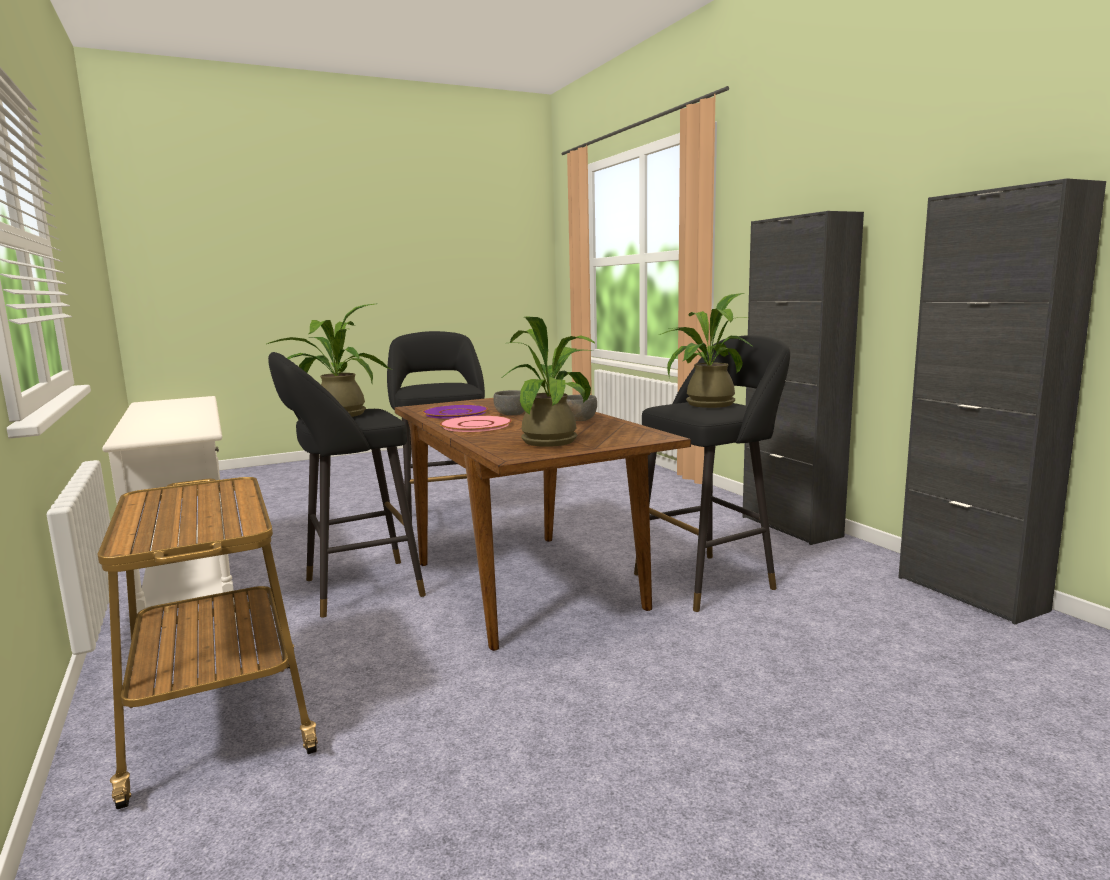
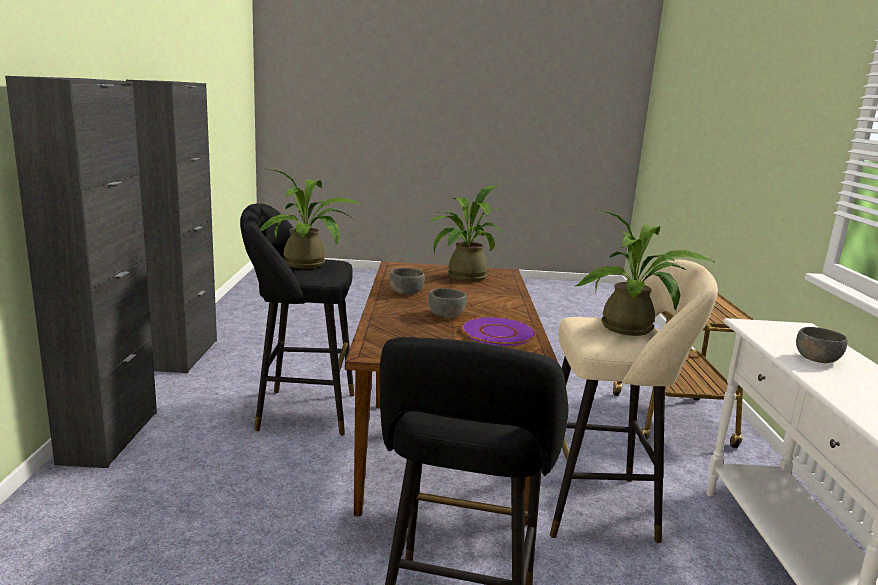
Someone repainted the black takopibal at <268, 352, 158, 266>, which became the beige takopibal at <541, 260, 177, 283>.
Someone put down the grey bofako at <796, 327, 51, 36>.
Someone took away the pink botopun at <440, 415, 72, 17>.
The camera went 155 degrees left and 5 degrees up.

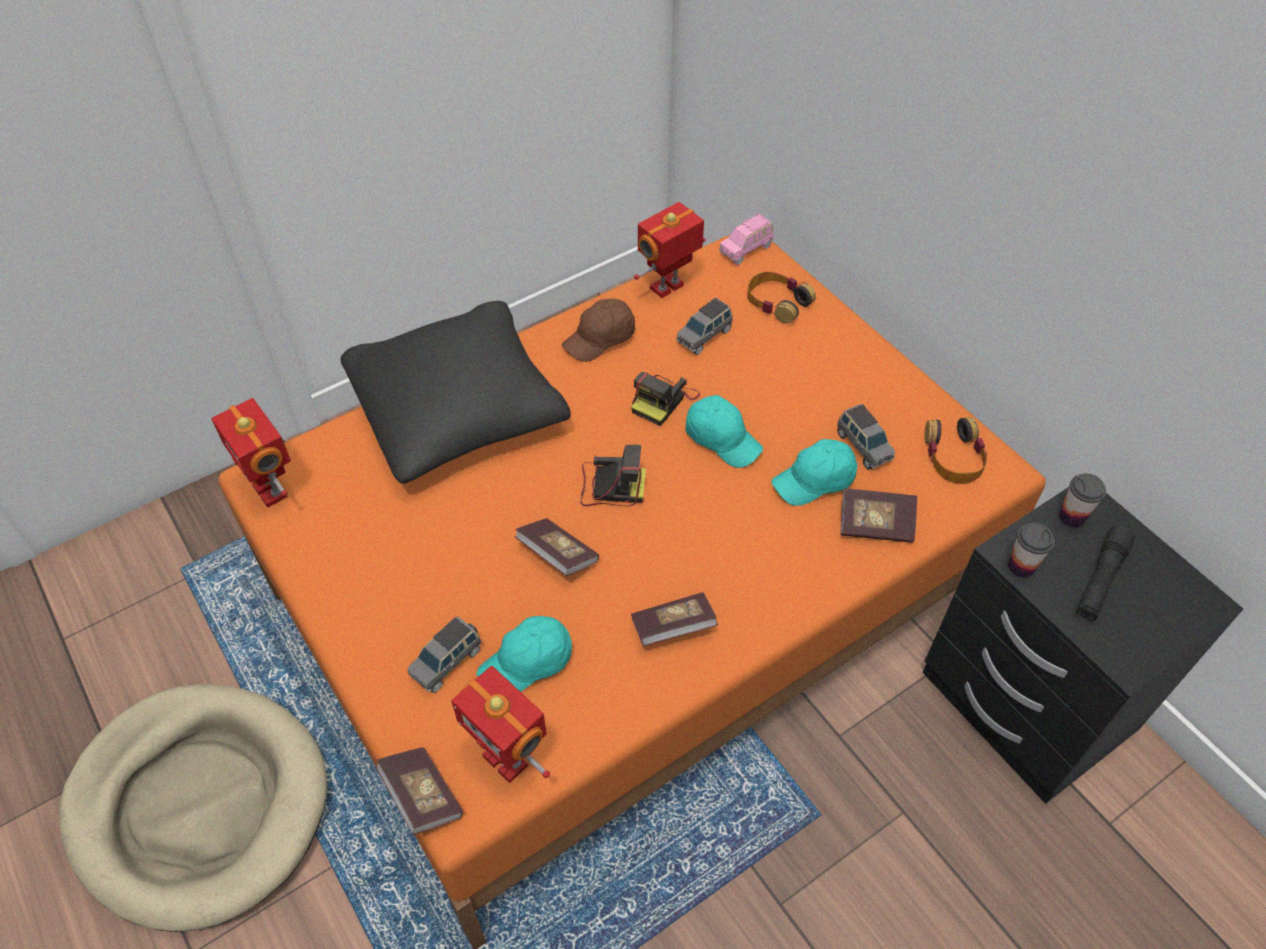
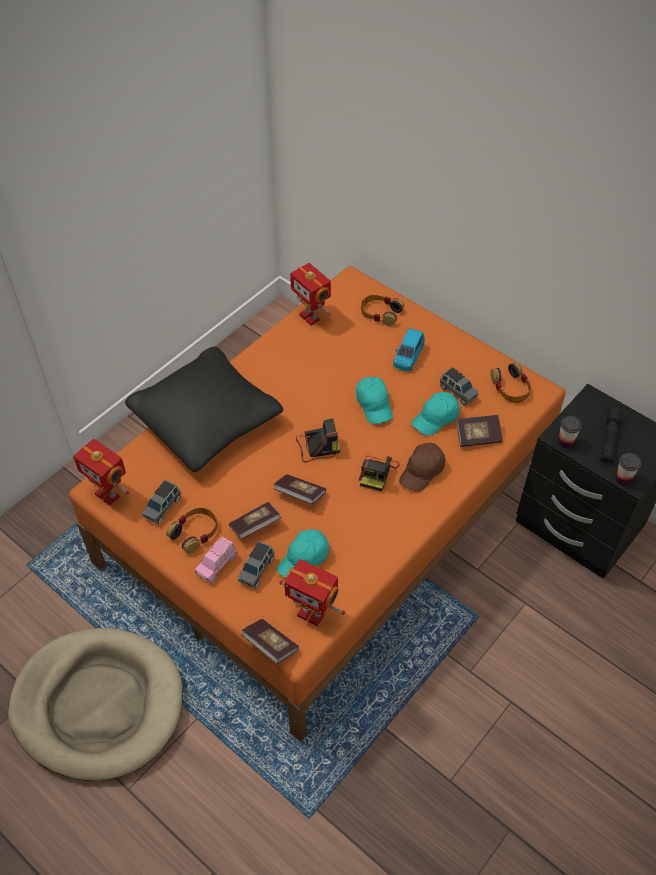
Someone carried the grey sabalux from <676, 298, 57, 57> to <142, 480, 39, 44>.
Someone put down the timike at <166, 507, 51, 47>.
Someone carried the pink sabalux from <719, 213, 55, 52> to <195, 537, 42, 46>.
Someone carried the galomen from <631, 592, 87, 54> to <229, 502, 52, 37>.
Someone rotated the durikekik at <634, 202, 71, 96> by 75 degrees counterclockwise.
Someone rotated the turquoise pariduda at <685, 395, 78, 73> by 45 degrees clockwise.
Someone carried the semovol from <631, 372, 69, 54> to <359, 456, 40, 36>.
Someone put down the blue sabalux at <393, 328, 32, 43>.
Someone carried the brown pariduda from <562, 299, 73, 63> to <399, 443, 46, 49>.
Someone carried the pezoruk from <1059, 473, 47, 55> to <615, 453, 26, 33>.
The camera went 15 degrees left and 0 degrees up.

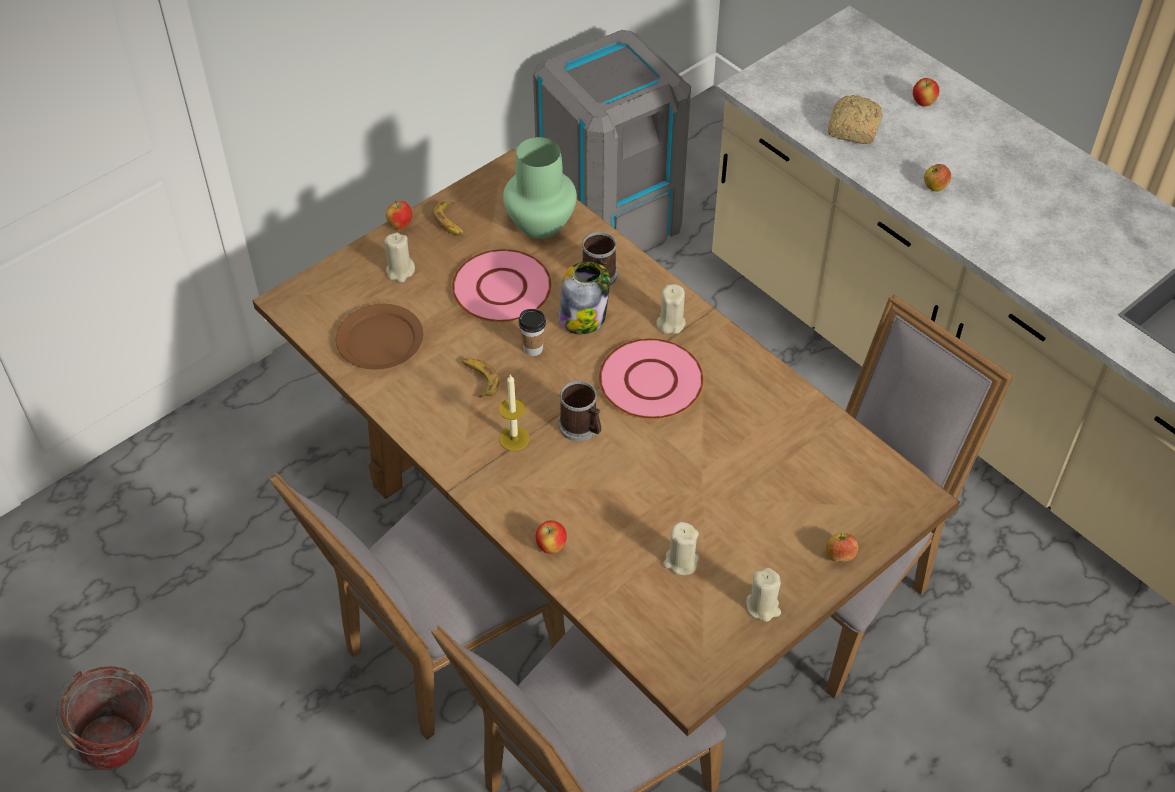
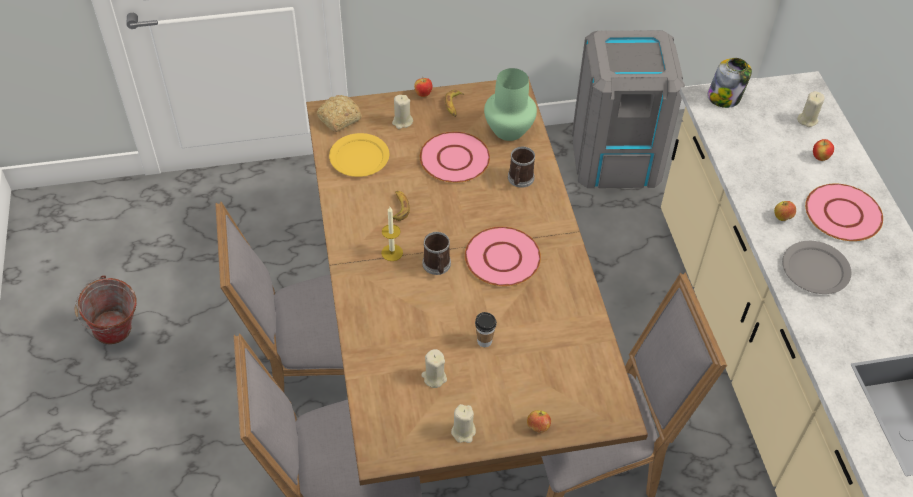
Someone carried the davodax from <828, 95, 55, 49> to <317, 95, 45, 37>.
Someone repainted the brown botopun at <336, 304, 87, 66>, which became the yellow botopun at <329, 133, 60, 44>.
Someone carried the pezoruk from <518, 309, 28, 47> to <475, 312, 22, 35>.
Someone carried the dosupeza from <558, 262, 52, 72> to <707, 58, 45, 50>.
Someone put down the grey botopun at <782, 241, 69, 53>.
Someone carried the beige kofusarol from <657, 284, 29, 50> to <797, 91, 28, 36>.
Someone put down the pink botopun at <805, 184, 78, 57>.
Someone took away the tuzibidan at <536, 520, 31, 34>.
The camera went 30 degrees right and 0 degrees up.

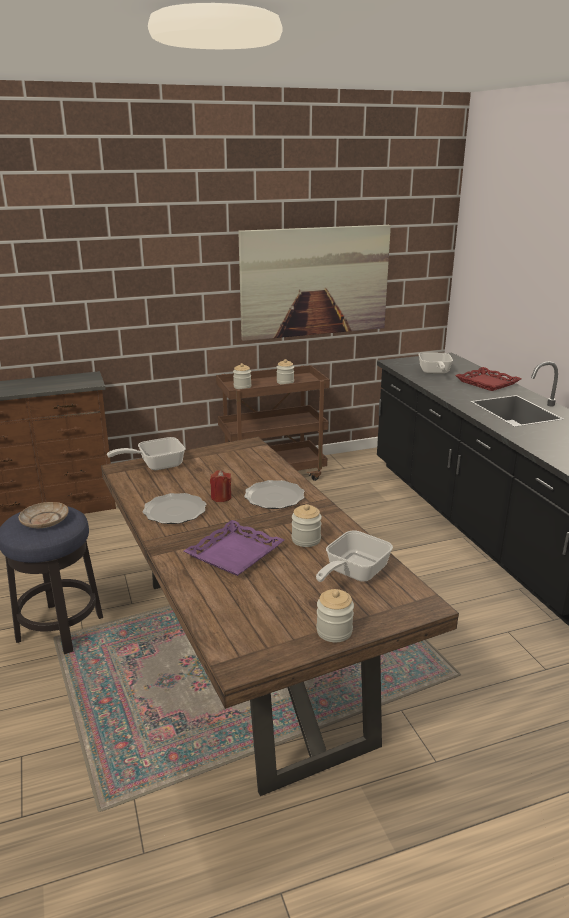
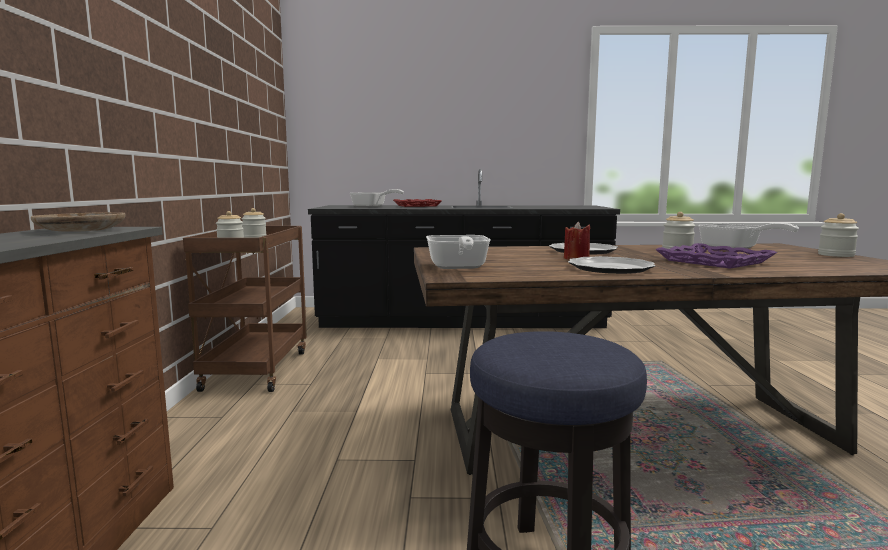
Someone carried the beige botopun from <19, 502, 50, 26> to <31, 212, 94, 20>.
Someone took away the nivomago at <238, 225, 153, 116>.
The camera went 70 degrees left and 15 degrees down.

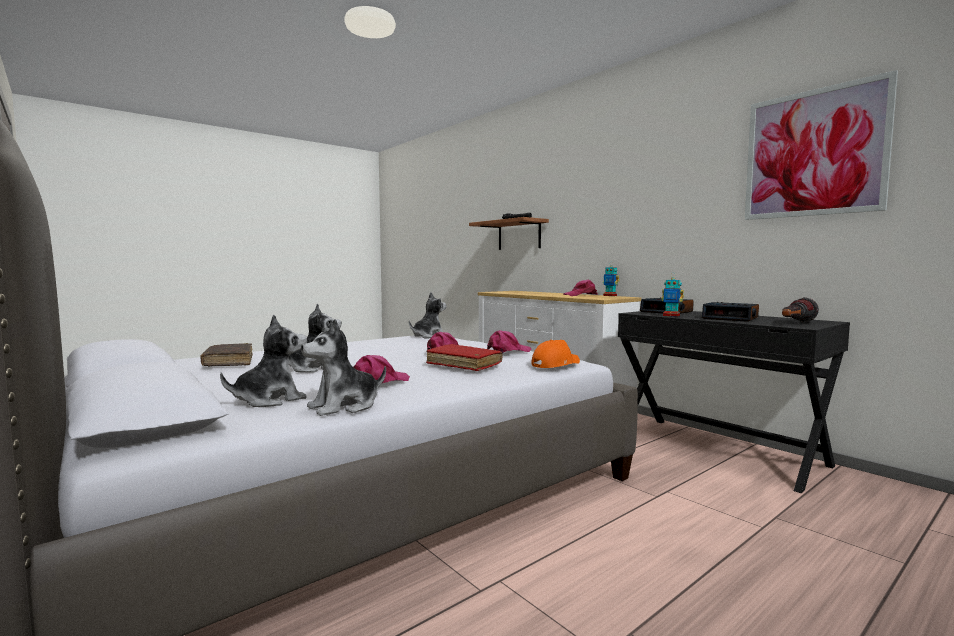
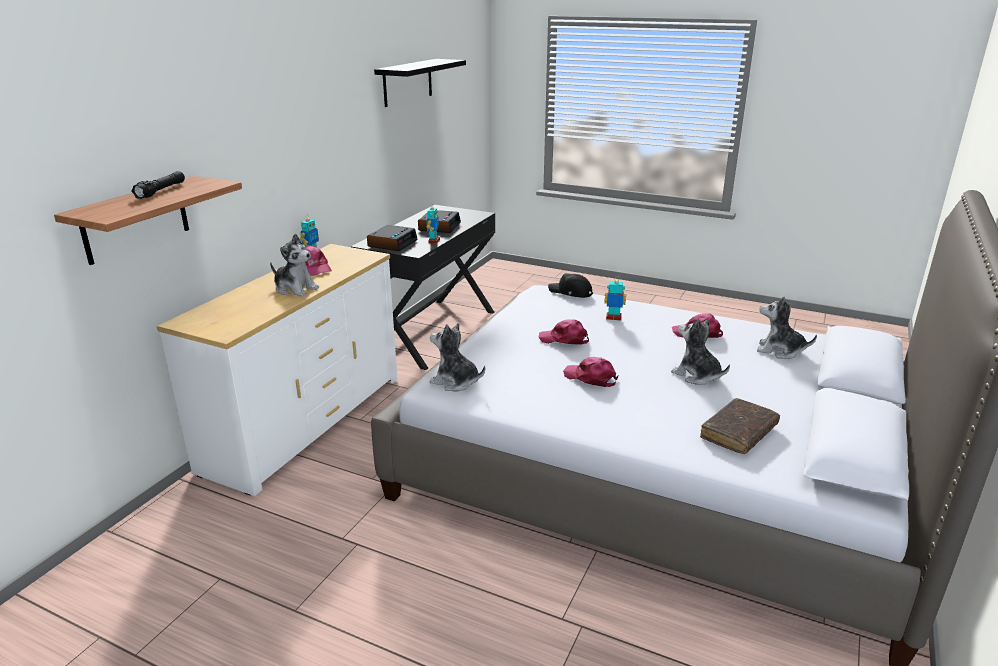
Someone carried the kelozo from <301, 319, 85, 97> to <270, 234, 49, 63>.
Someone swapped the nivomago at <745, 70, 153, 150> for the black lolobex at <374, 59, 92, 48>.
Someone repainted the orange pariduda at <531, 340, 49, 28>, which became the black pariduda at <548, 273, 45, 25>.
Someone carried the pink pariduda from <487, 330, 45, 23> to <563, 357, 55, 30>.
Someone swapped the red galomen at <426, 344, 76, 27> for the durikekik at <604, 276, 22, 45>.
Someone took away the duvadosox at <782, 297, 37, 25>.
The camera went 115 degrees left and 20 degrees up.

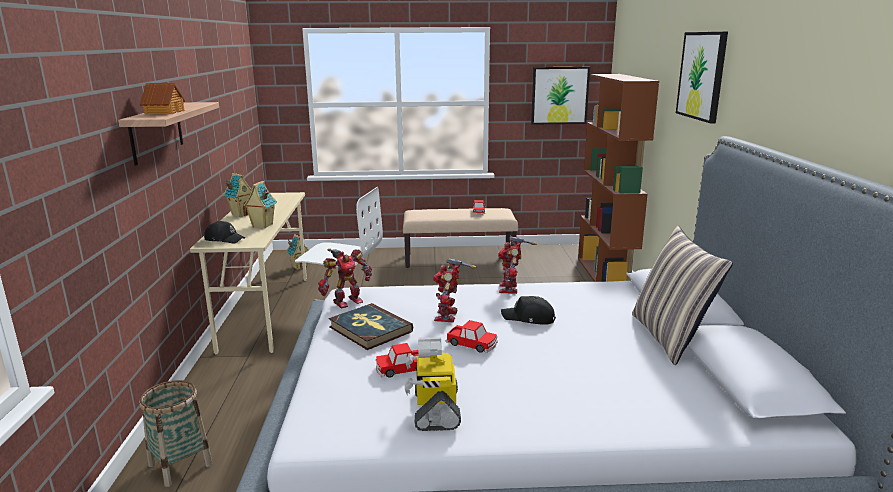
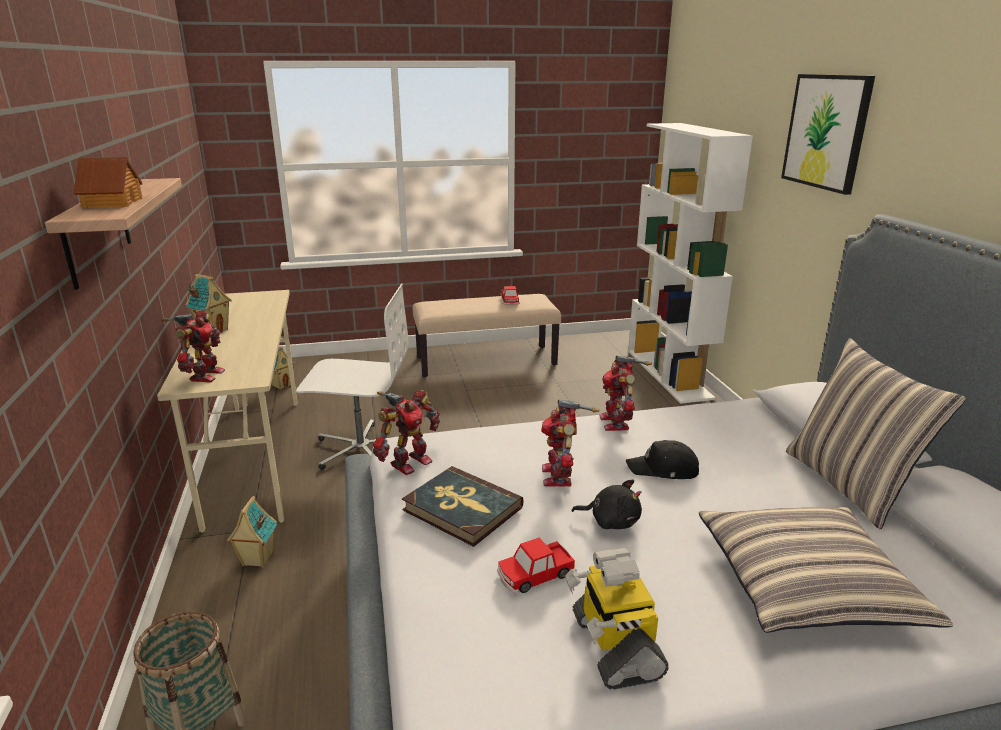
Someone swapped the black pariduda at <204, 221, 41, 23> for the durikekik at <161, 310, 64, 73>.
Someone carried the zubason from <243, 181, 34, 48> to <227, 496, 50, 72>.
Someone swapped the sabalux at <446, 320, 51, 33> for the black kelozo at <572, 479, 70, 50>.
Someone repainted the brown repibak at <578, 74, 81, 208>, which became the white repibak at <628, 123, 125, 281>.
Someone put down the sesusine at <699, 507, 254, 126>.
Someone took away the nivomago at <531, 67, 59, 58>.
The camera went 10 degrees left and 5 degrees up.

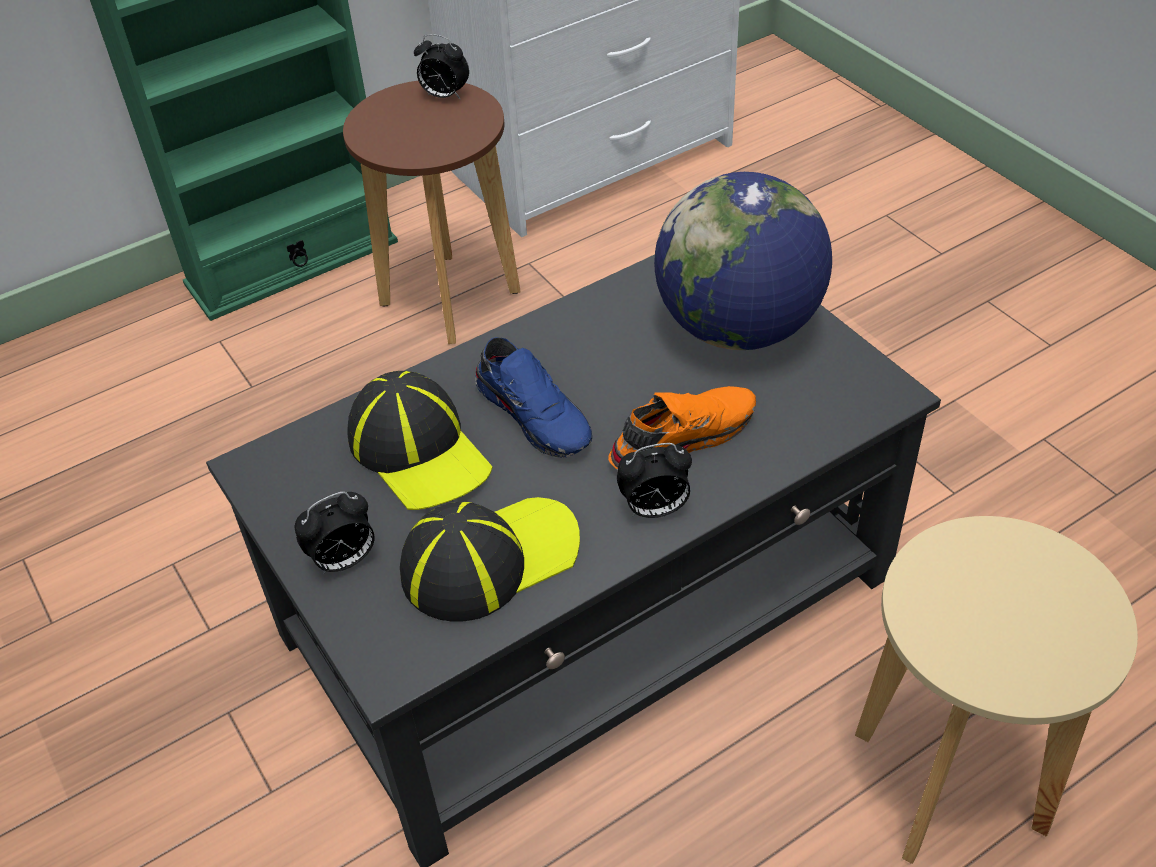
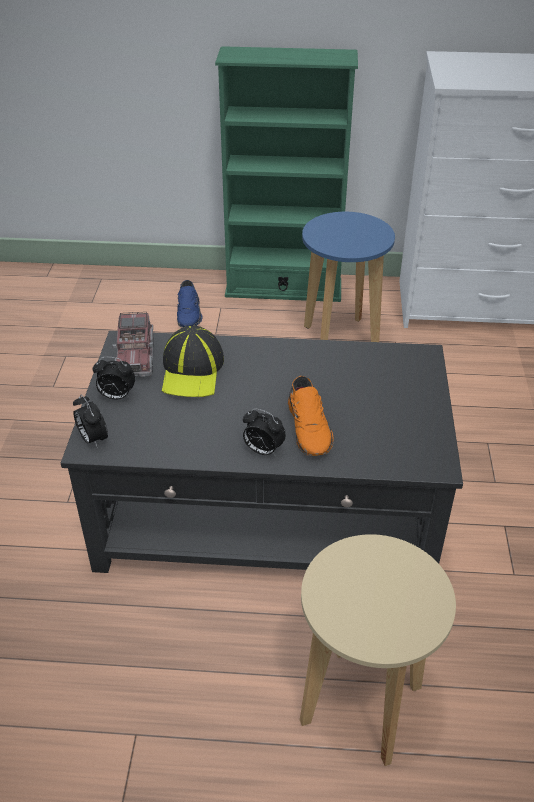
Someone carried the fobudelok from <414, 34, 55, 66> to <73, 395, 35, 53>.
Someone put down the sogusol at <113, 312, 41, 65>.
Someone carried the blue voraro from <475, 337, 117, 121> to <177, 280, 26, 47>.
Someone rotated the orange voraro at <608, 386, 148, 84> by 75 degrees clockwise.
Someone repainted the brown takopibal at <343, 81, 177, 263>, which became the blue takopibal at <302, 212, 93, 130>.
Someone took away the pariduda at <400, 497, 180, 125>.
Someone took away the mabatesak at <654, 172, 178, 178>.
The camera went 35 degrees right and 5 degrees down.

